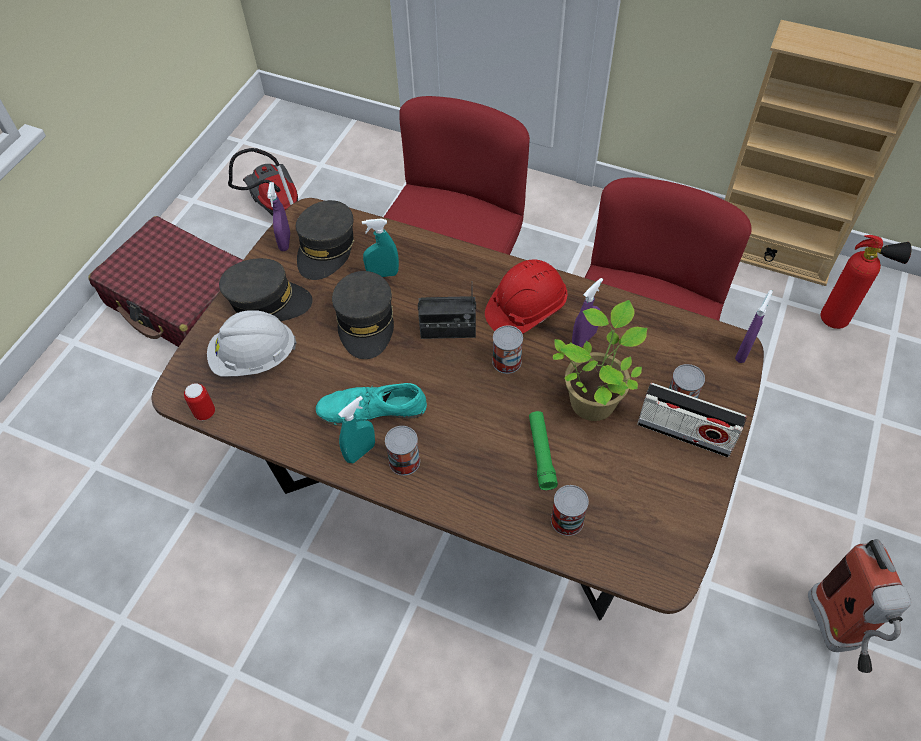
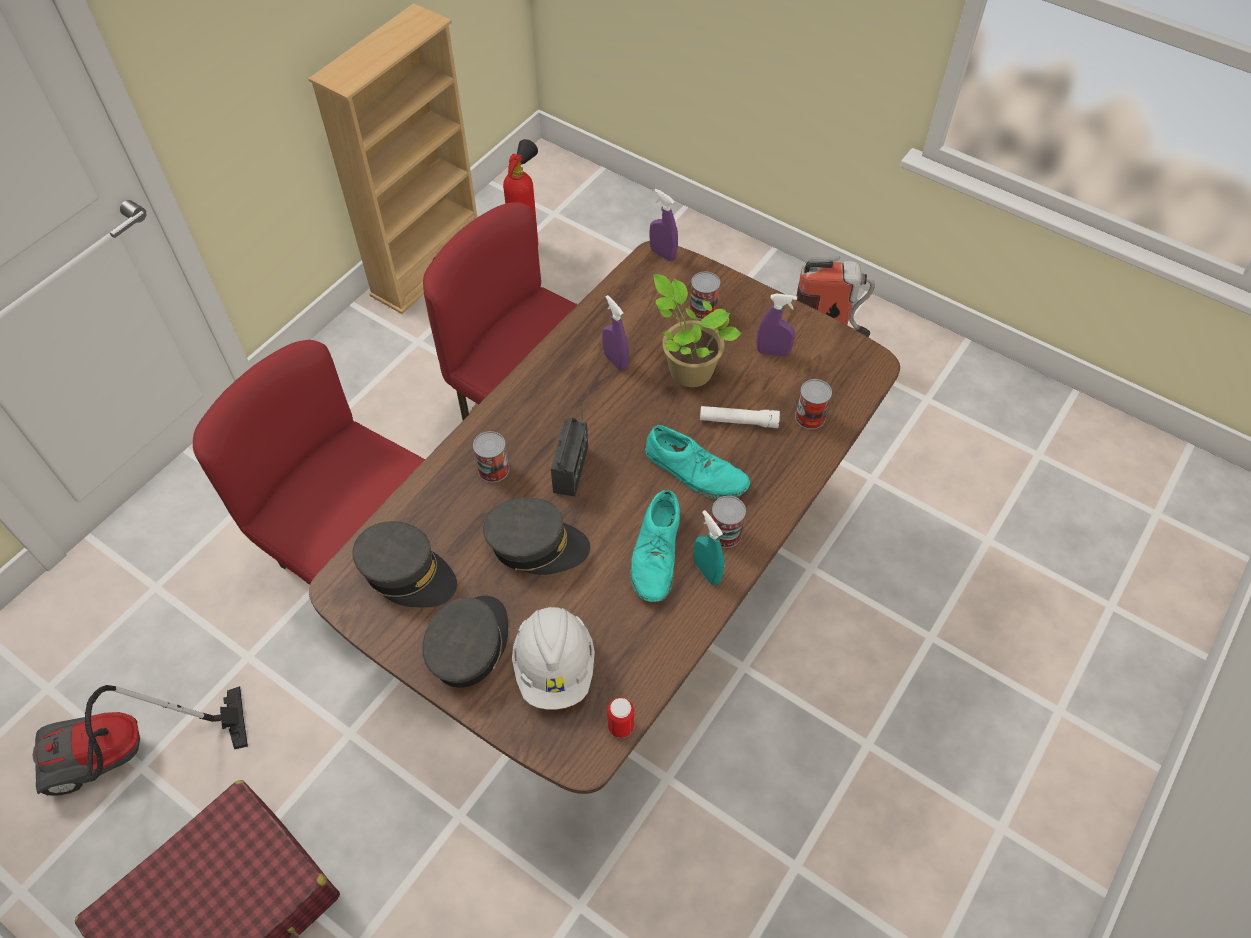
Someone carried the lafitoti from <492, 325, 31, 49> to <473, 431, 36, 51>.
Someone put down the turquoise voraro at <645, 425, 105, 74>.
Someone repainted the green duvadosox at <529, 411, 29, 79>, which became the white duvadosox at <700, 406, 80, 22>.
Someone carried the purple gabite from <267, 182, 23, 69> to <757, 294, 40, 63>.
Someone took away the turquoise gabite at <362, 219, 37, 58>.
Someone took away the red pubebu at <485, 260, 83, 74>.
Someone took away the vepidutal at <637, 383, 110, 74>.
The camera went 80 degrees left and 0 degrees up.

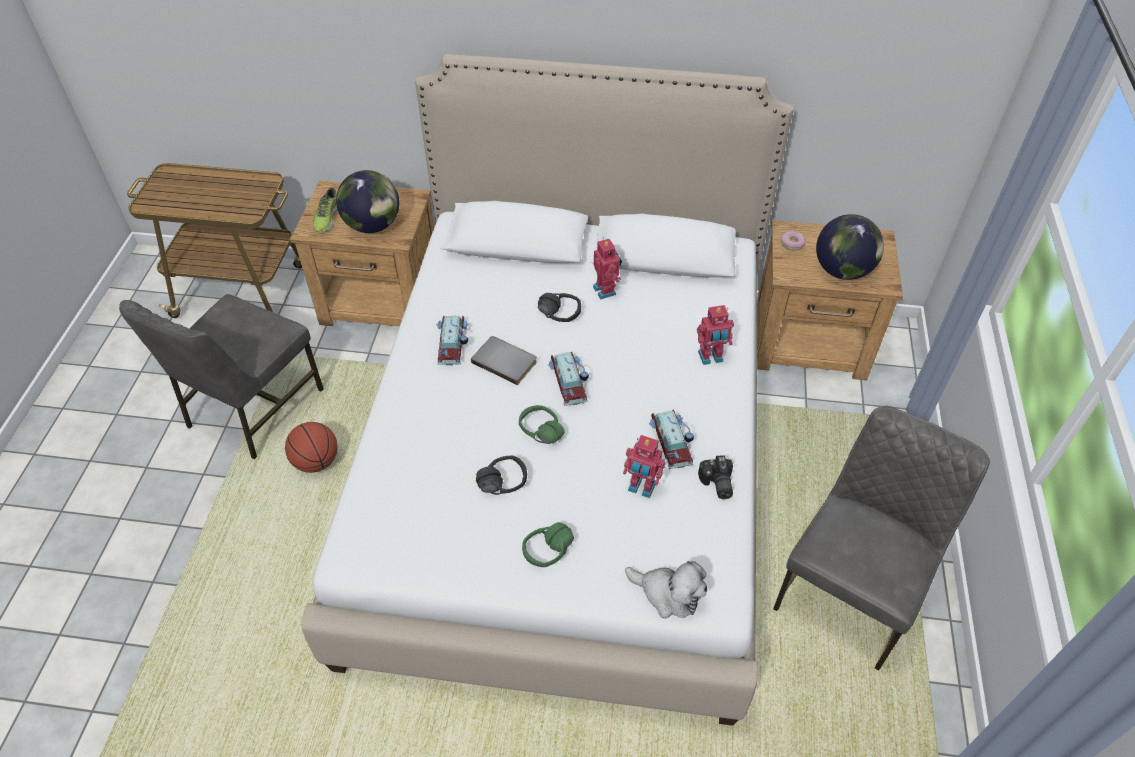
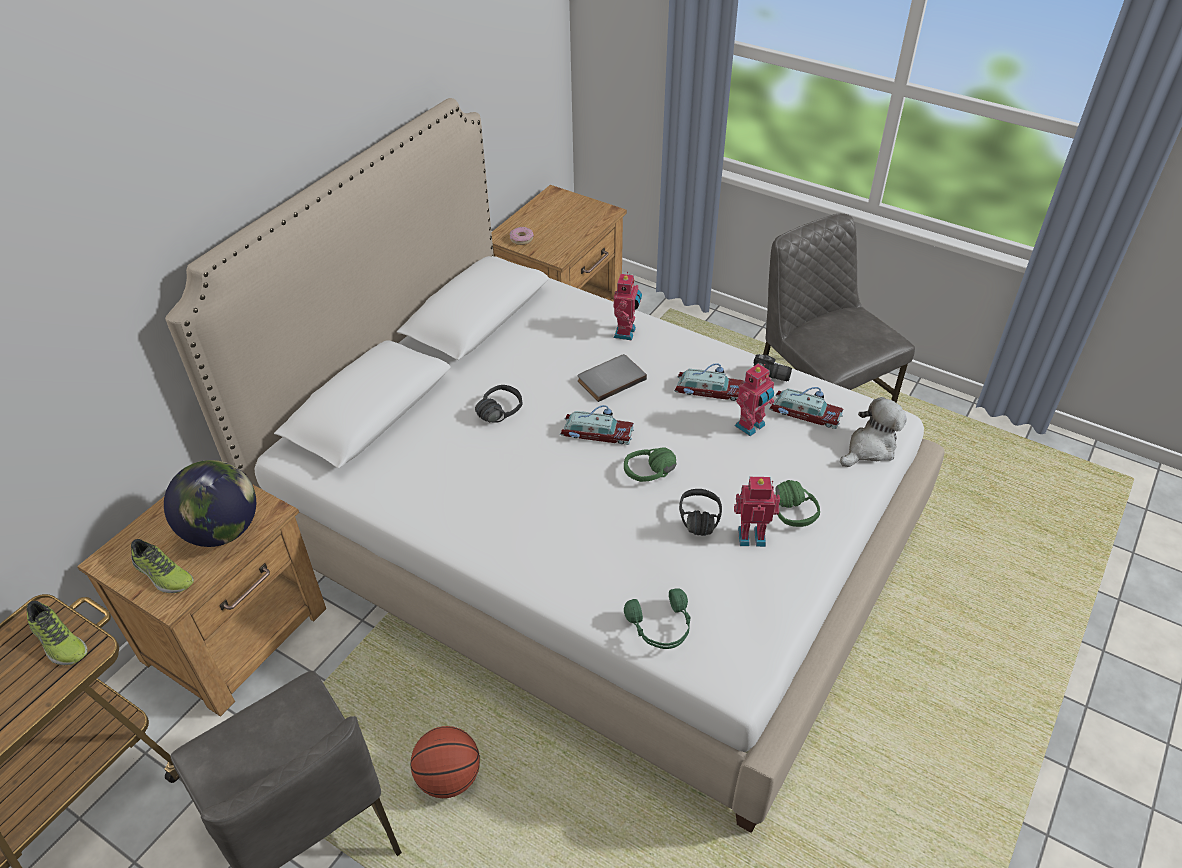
Someone put down the voraro at <27, 601, 61, 64>.
Someone carried the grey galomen from <471, 336, 66, 49> to <578, 354, 69, 48>.
Someone put down the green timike at <624, 588, 66, 61>.
Someone carried the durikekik from <593, 237, 29, 63> to <734, 477, 46, 70>.
Someone carried the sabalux from <436, 316, 33, 49> to <769, 387, 75, 42>.
Someone took away the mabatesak at <816, 214, 68, 66>.
The camera went 65 degrees left and 5 degrees down.

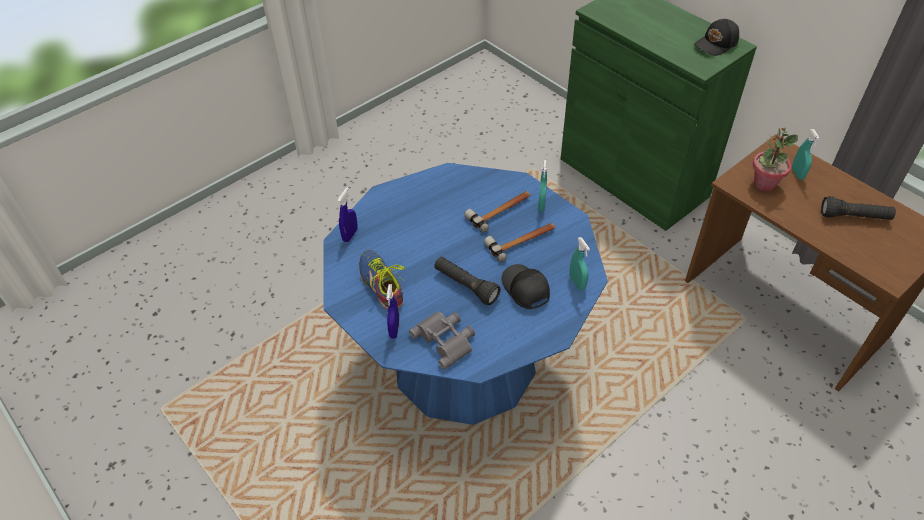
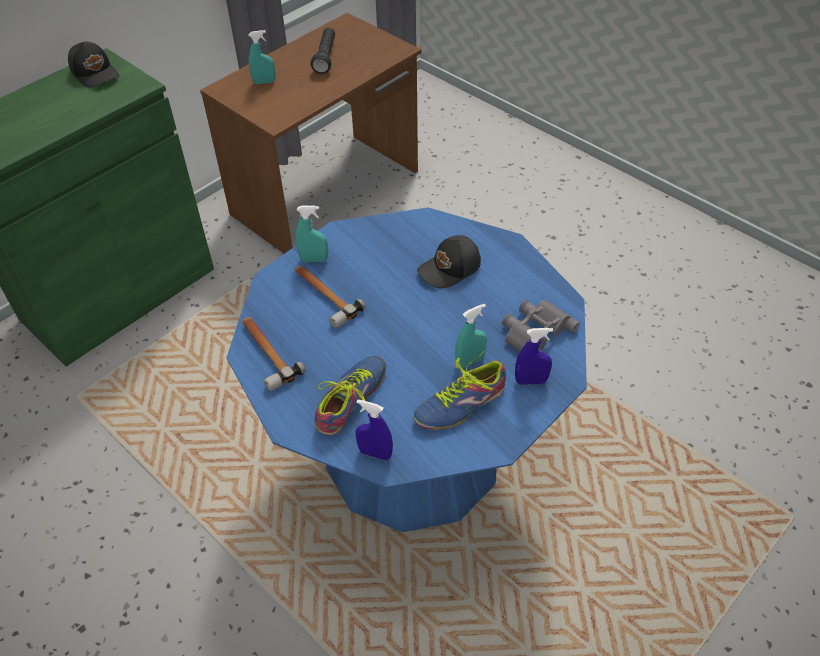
Someone carried the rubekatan from <484, 223, 71, 39> to <242, 317, 63, 74>.
Someone put down the voraro at <315, 355, 71, 80>.
Someone carried the turquoise gabite from <570, 237, 20, 53> to <455, 304, 32, 64>.
Someone took away the black duvadosox at <434, 257, 67, 48>.
Someone took away the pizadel at <753, 128, 45, 63>.
The camera went 95 degrees left and 0 degrees up.

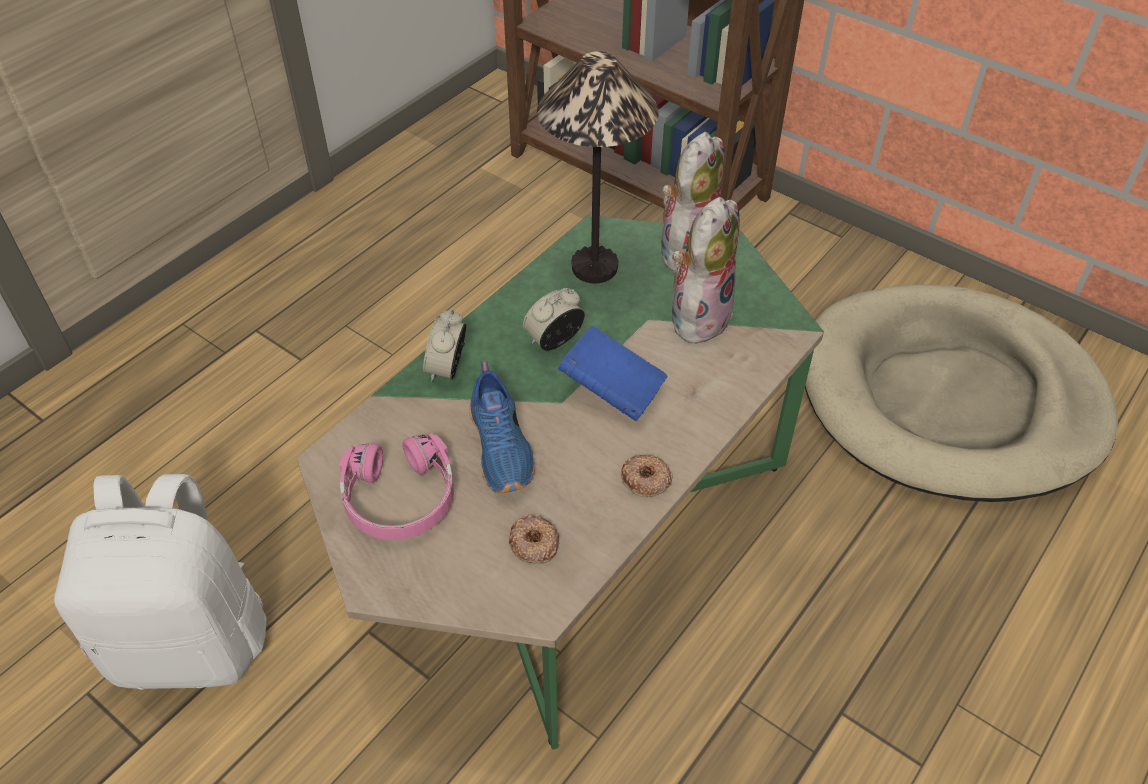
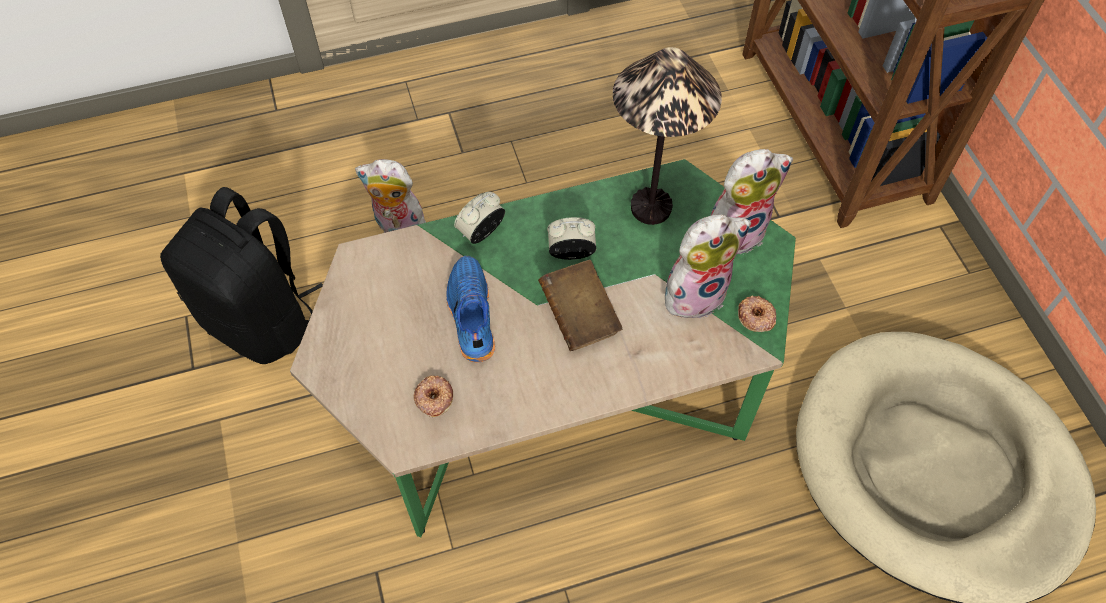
Someone repainted the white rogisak at <54, 474, 213, 216>, which became the black rogisak at <160, 187, 163, 177>.
Someone put down the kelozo at <355, 159, 71, 74>.
Someone rotated the blue voraro at <469, 361, 66, 132> by 150 degrees clockwise.
Someone repainted the blue galomen at <558, 326, 110, 95>, which became the brown galomen at <538, 260, 84, 92>.
Someone carried the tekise from <621, 455, 52, 42> to <738, 296, 38, 36>.
Someone took away the pink timike at <339, 433, 115, 107>.
The camera went 35 degrees right and 10 degrees up.

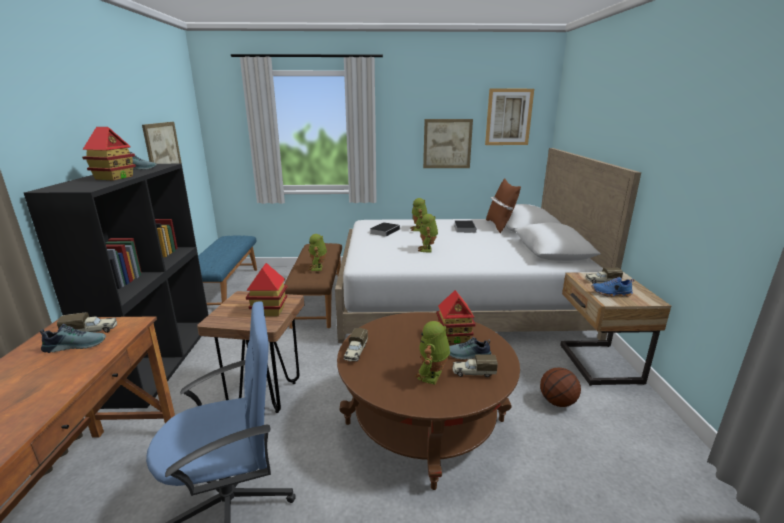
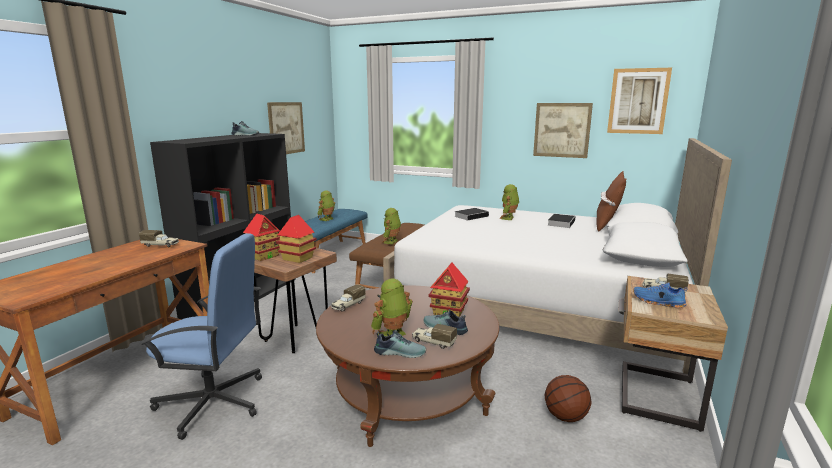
Someone carried the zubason from <82, 127, 54, 53> to <243, 214, 37, 47>.
Someone carried the durikekik from <418, 214, 20, 38> to <317, 190, 18, 31>.
Someone carried the voraro from <40, 324, 66, 29> to <374, 330, 52, 28>.
The camera went 25 degrees right and 5 degrees down.

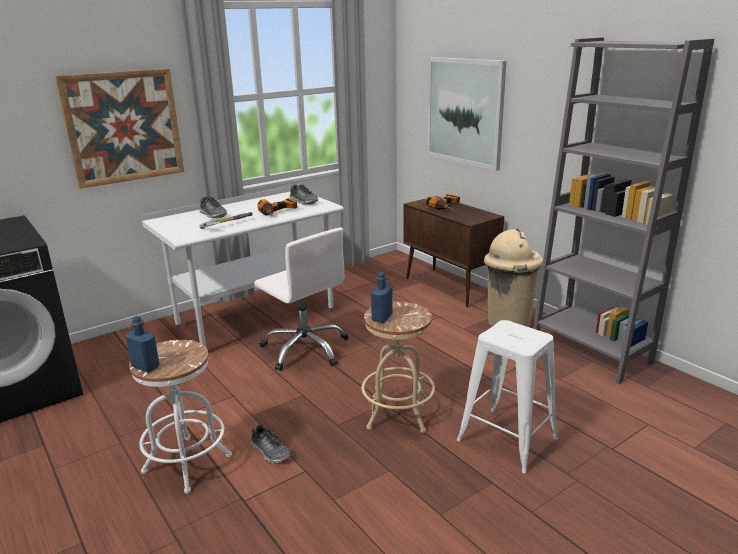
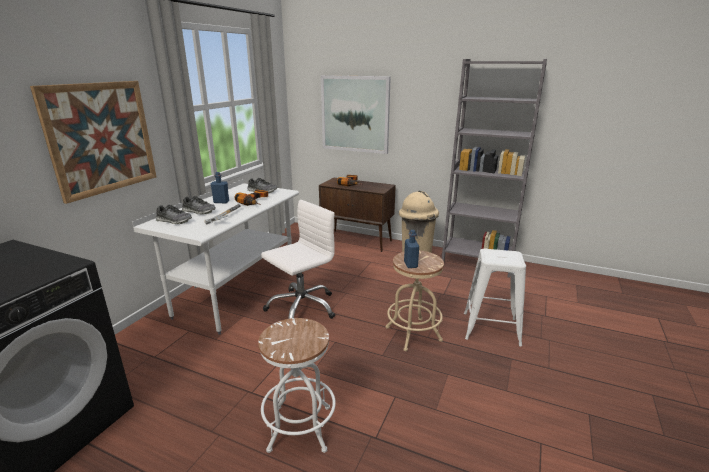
Someone carried the voraro from <251, 424, 40, 39> to <156, 205, 36, 19>.
Someone carried the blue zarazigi from <125, 316, 35, 57> to <211, 172, 18, 31>.
Someone rotated the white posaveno at <254, 227, 95, 144> by 60 degrees counterclockwise.
The camera went 30 degrees left and 0 degrees up.

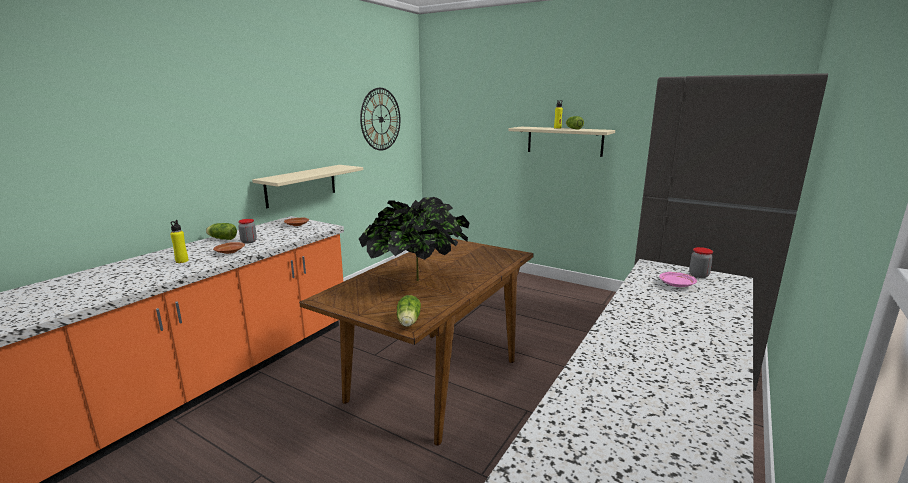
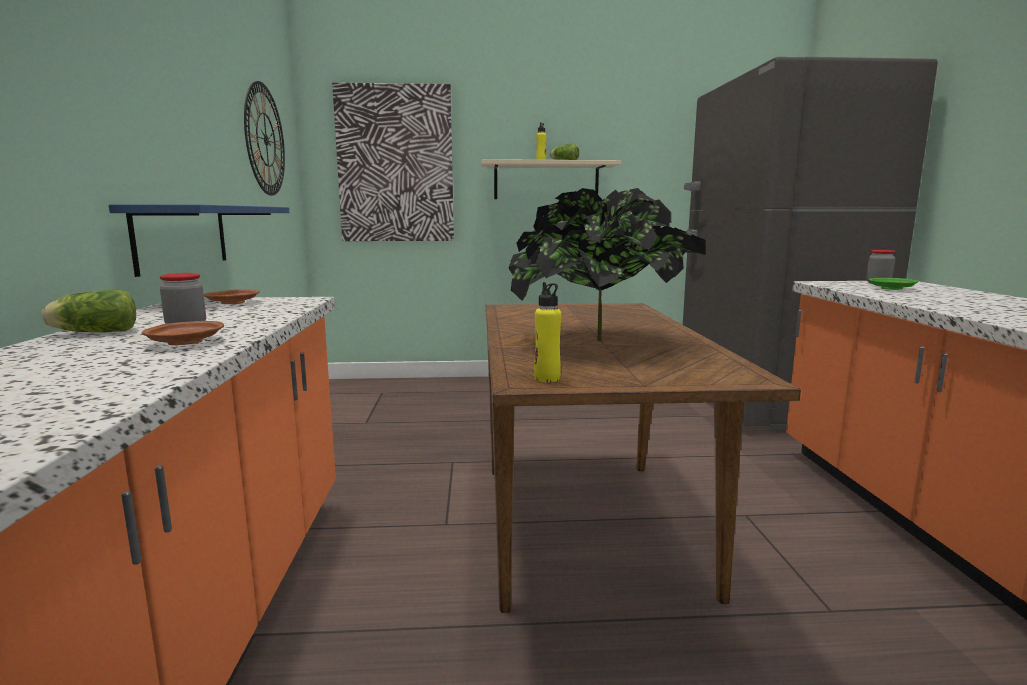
Someone repainted the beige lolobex at <252, 165, 111, 43>, which became the blue lolobex at <109, 204, 180, 73>.
Someone put up the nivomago at <332, 83, 122, 158>.
Someone carried the yellow zarazigi from <170, 220, 19, 43> to <534, 282, 27, 100>.
Someone repainted the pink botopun at <659, 272, 38, 15>, which became the green botopun at <869, 278, 49, 12>.
Someone took away the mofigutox at <397, 295, 24, 32>.
The camera went 35 degrees left and 5 degrees down.

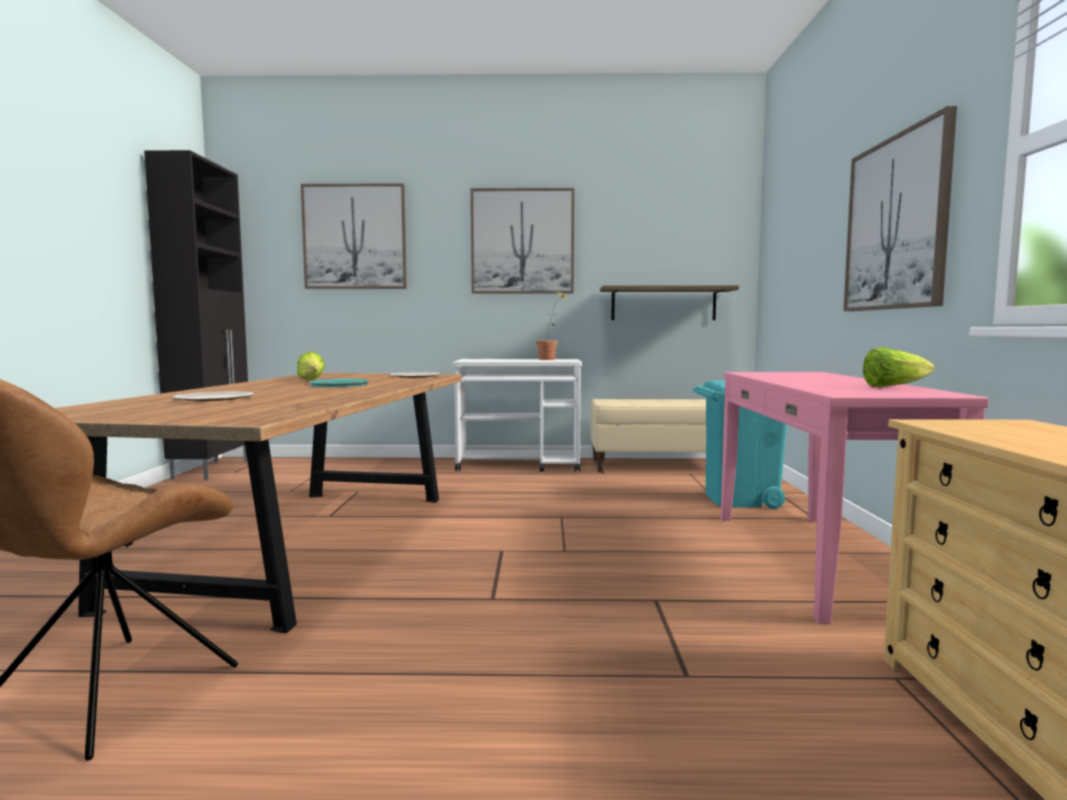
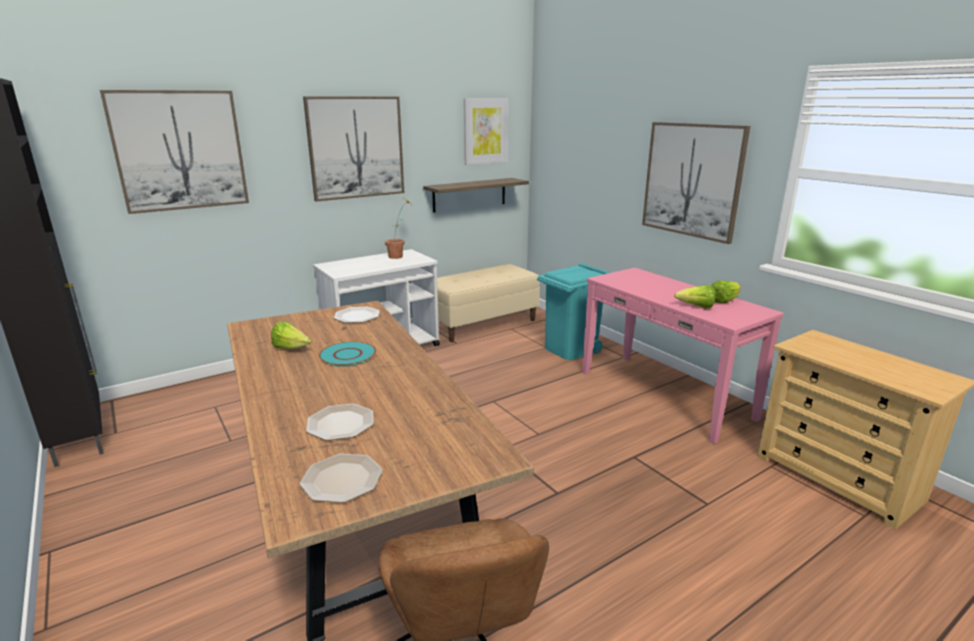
Someone put down the botopun at <299, 454, 84, 49>.
Someone put up the nivomago at <464, 98, 44, 67>.
Someone put down the mofigutox at <674, 285, 42, 23>.
The camera went 35 degrees left and 15 degrees up.

